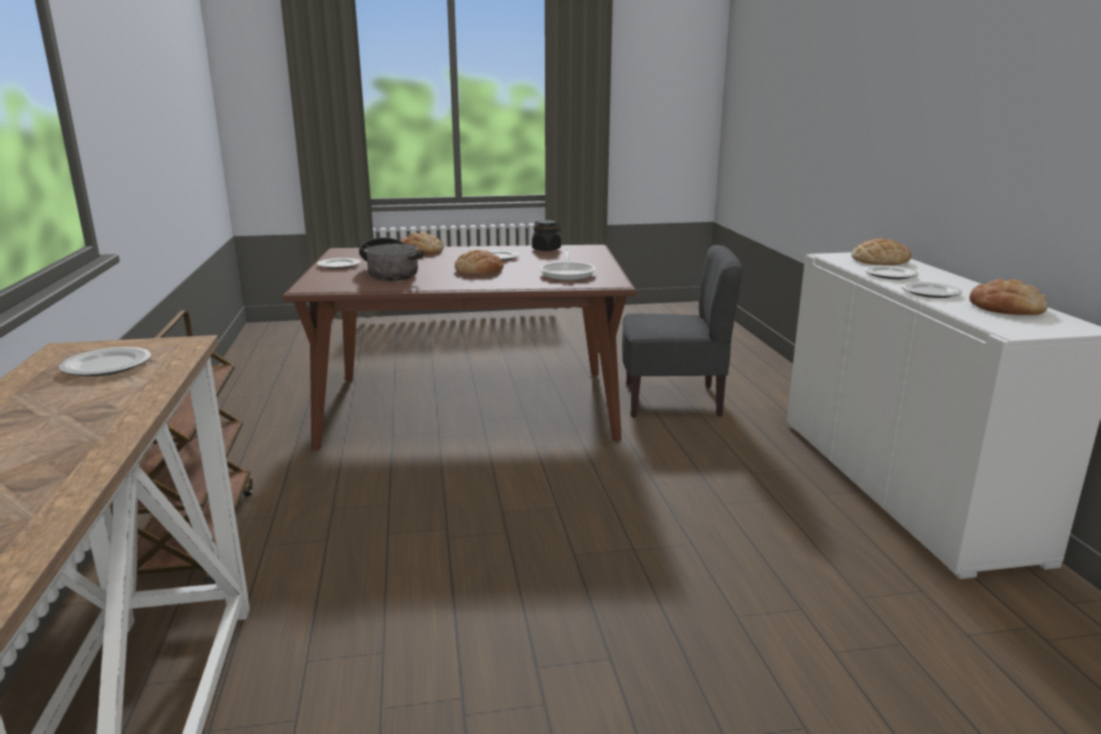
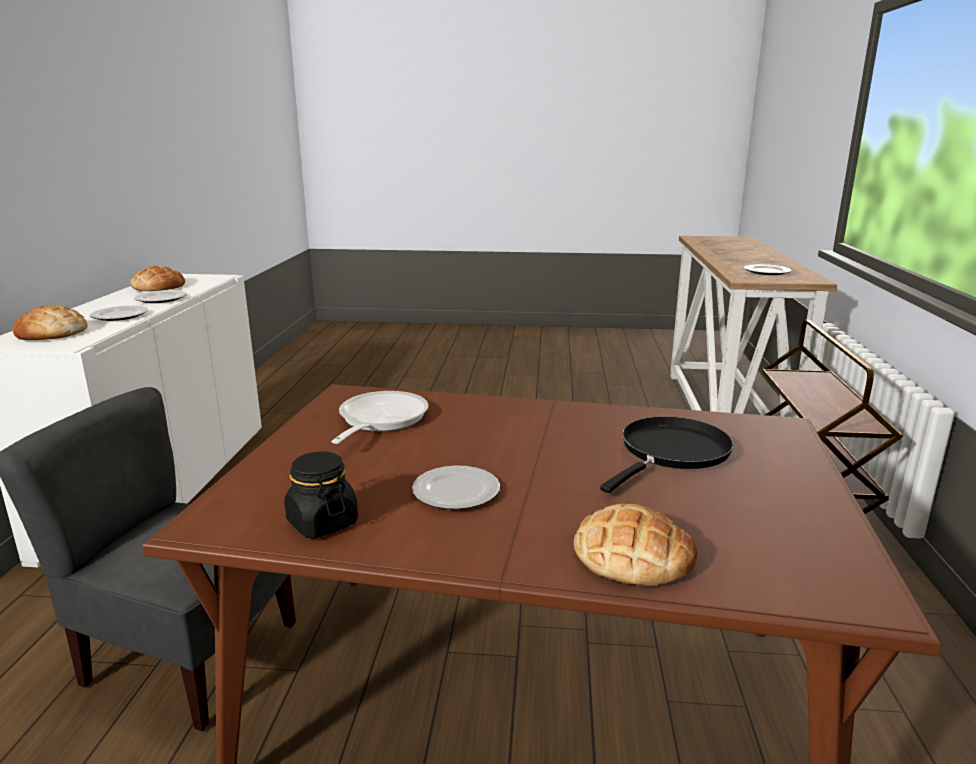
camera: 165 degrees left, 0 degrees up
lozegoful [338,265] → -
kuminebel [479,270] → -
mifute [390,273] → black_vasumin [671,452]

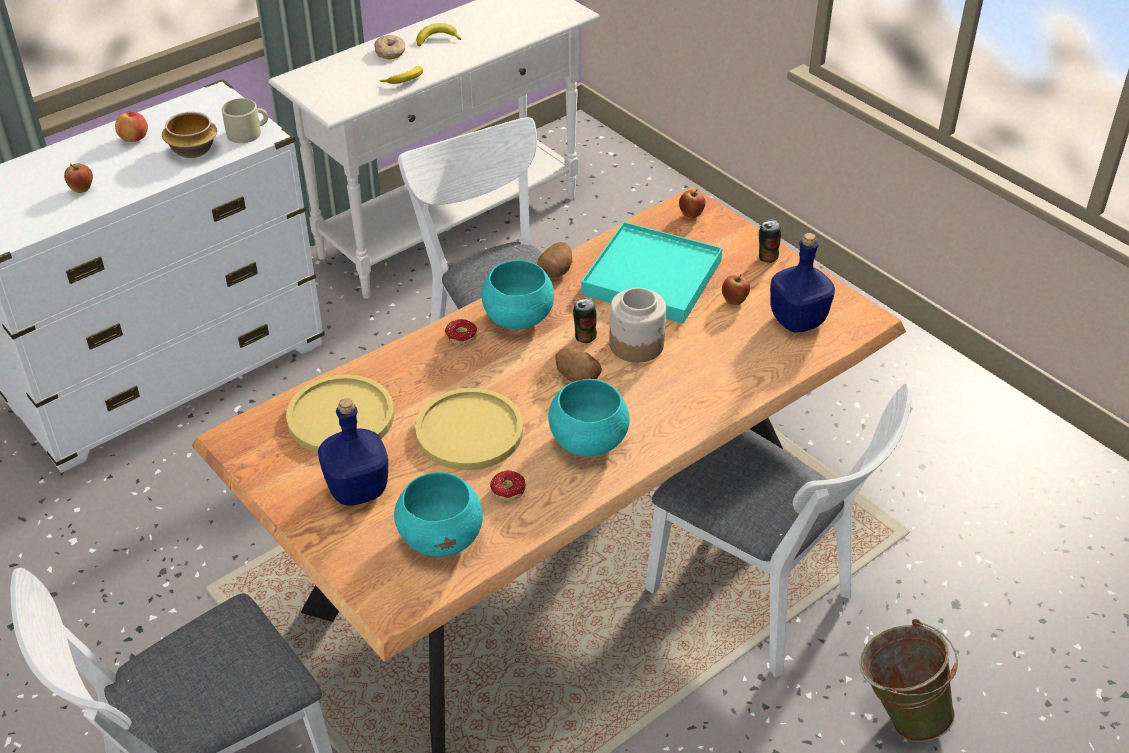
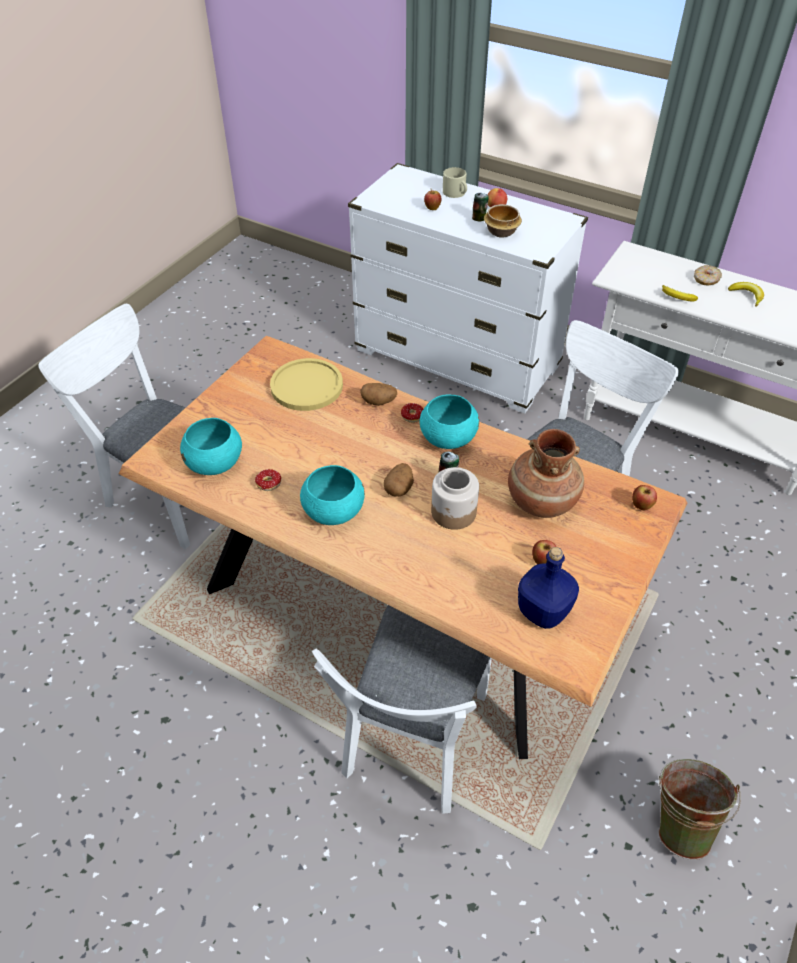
camera: 70 degrees right, 5 degrees up
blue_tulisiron [358,490] → -
yellow_lozegoful [469,431] → -
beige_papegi [248,133] → beige_papegi [456,193], shifted
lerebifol [555,271] → lerebifol [379,402], shifted
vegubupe [767,256] → vegubupe [479,218], shifted
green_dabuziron [898,714] → green_dabuziron [681,823], shifted
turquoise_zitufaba [651,277] → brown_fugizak [541,501]

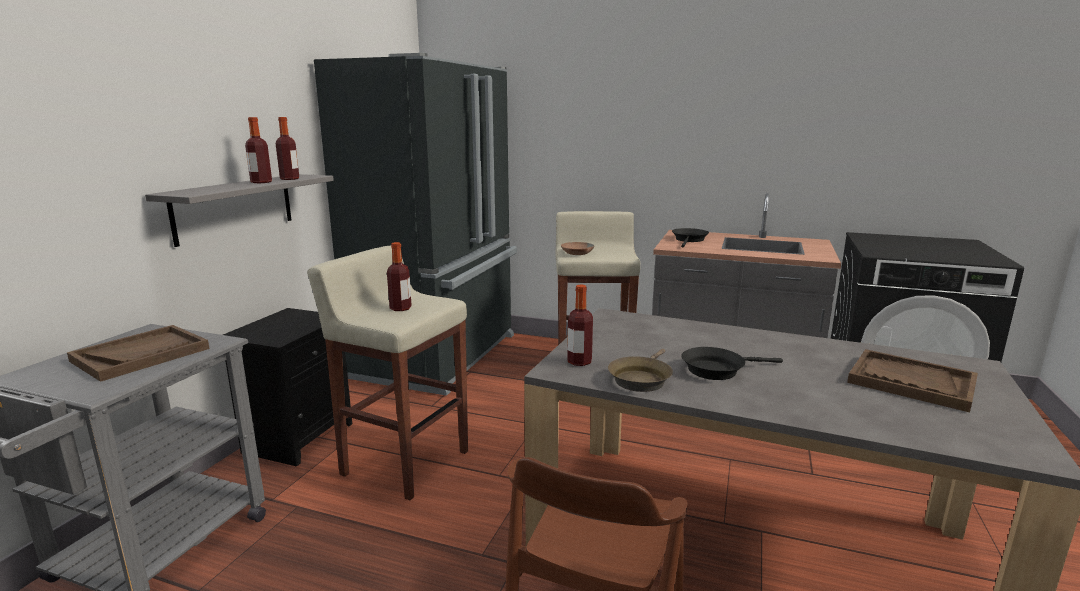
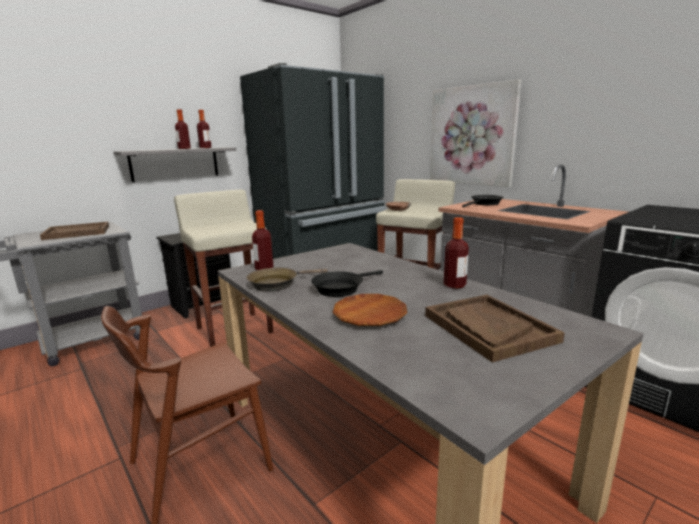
camera: 30 degrees right, 0 degrees up
- → brown_lozegoful [369,315]
- → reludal [472,136]
tulisiron [400,308] → tulisiron [454,285], shifted
black_vasumin [717,369] → black_vasumin [341,288], 60 degrees counterclockwise

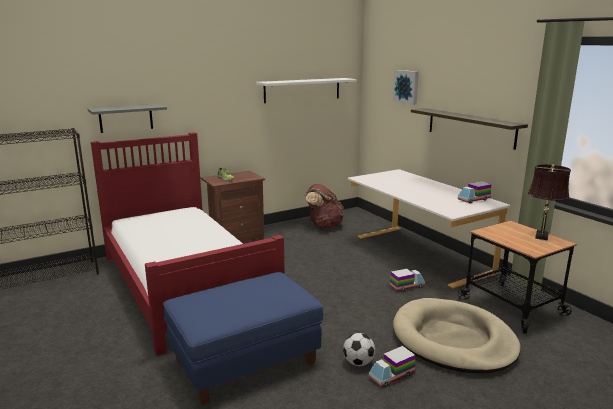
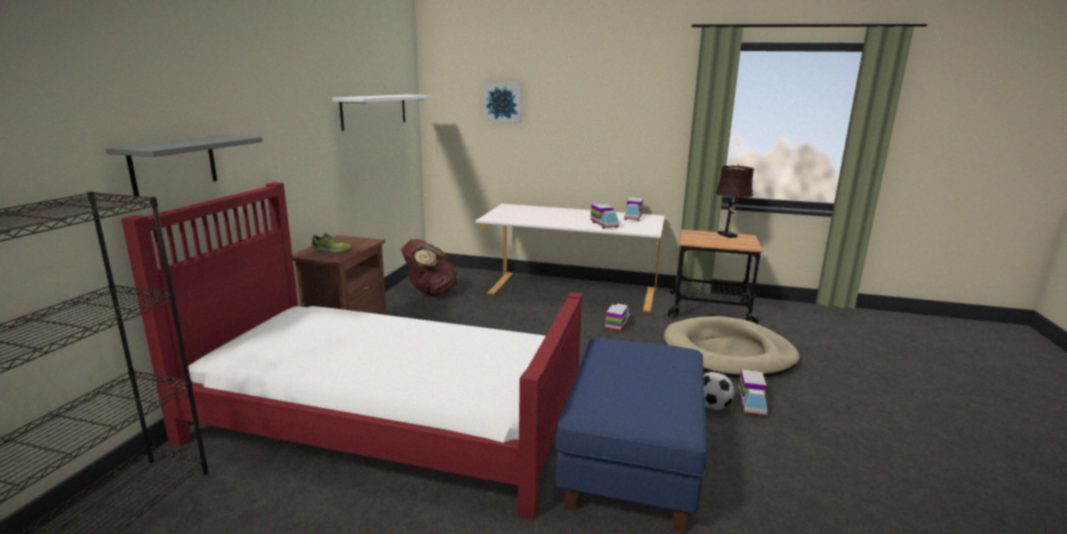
camera: 45 degrees left, 0 degrees up
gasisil [470,127] → -
- → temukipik [604,224]

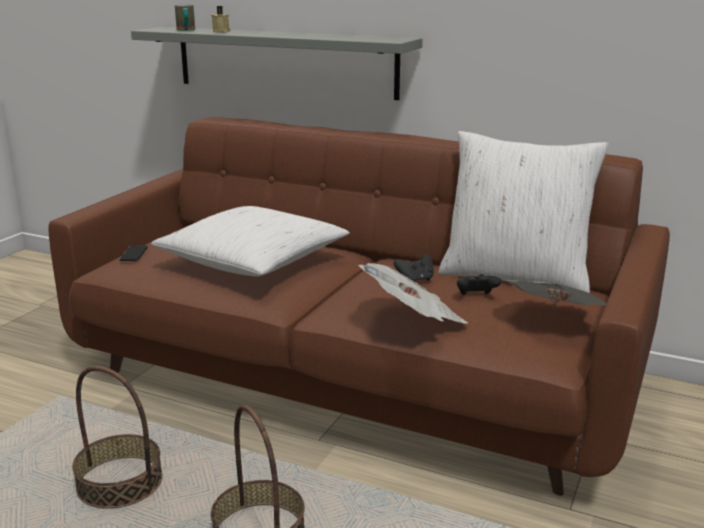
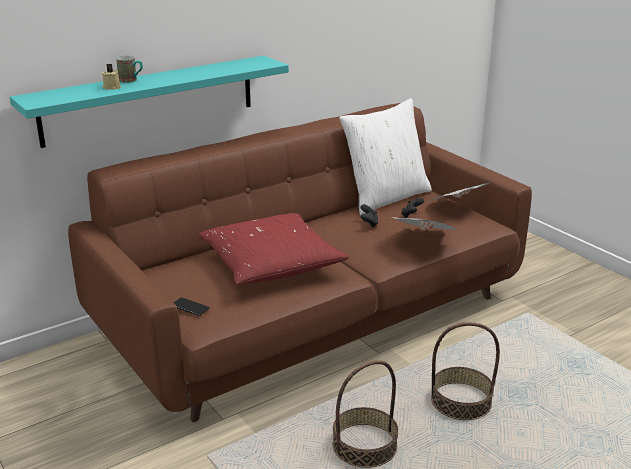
camera: 60 degrees left, 5 degrees up
papegi [186,30] → papegi [131,81], shifted
grey_gasisil [284,61] → turquoise_gasisil [150,100]
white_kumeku [254,261] → red_kumeku [271,263]

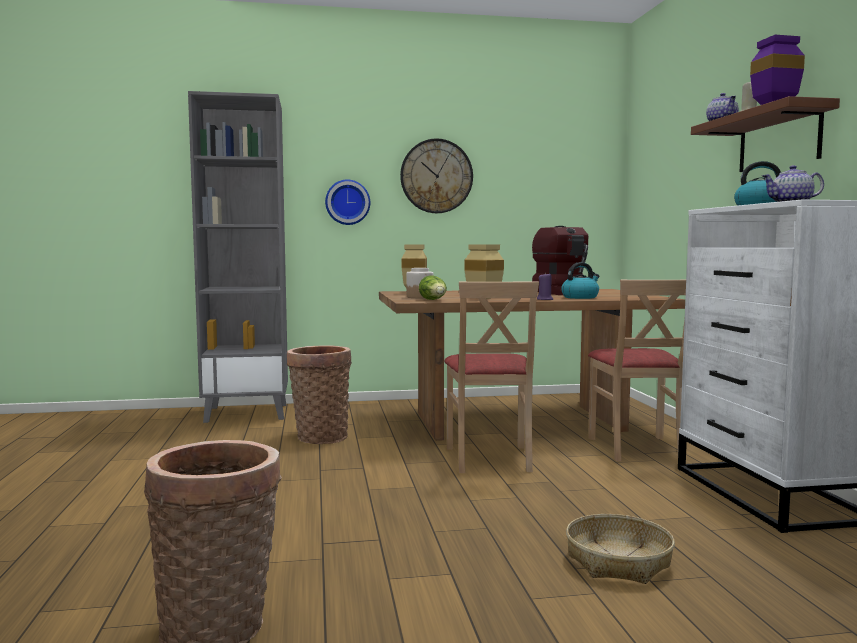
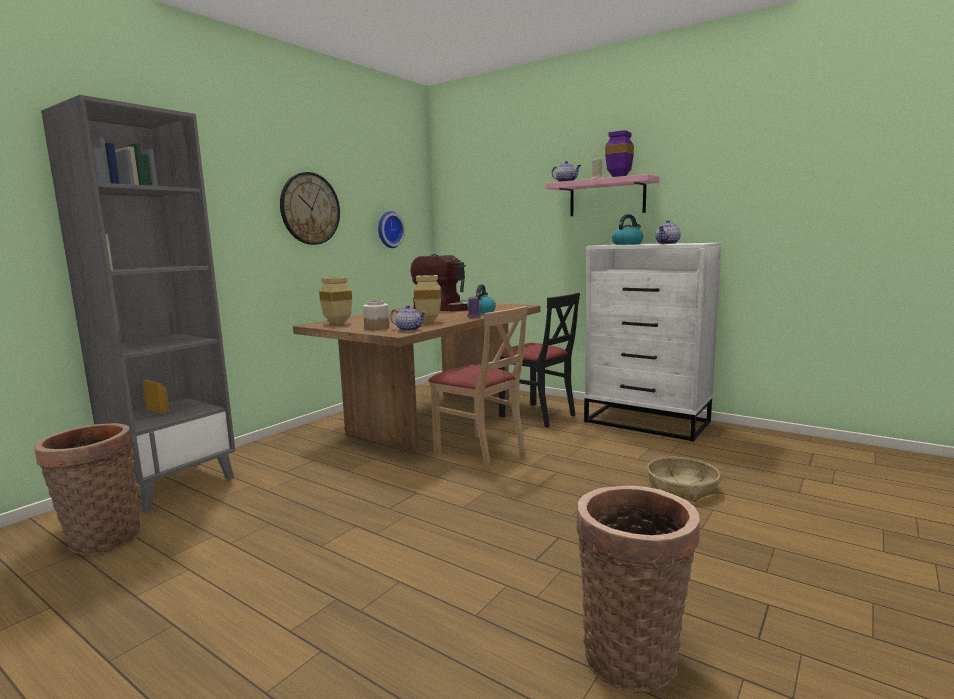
camera: 45 degrees left, 5 degrees up
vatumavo [320,436] → vatumavo [101,538], shifted
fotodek [347,202] → fotodek [389,229], shifted
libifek [434,300] → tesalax [409,329]
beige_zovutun [636,448] → black_zovutun [537,415]
brown_gasisil [779,140] → pink_gasisil [607,197]

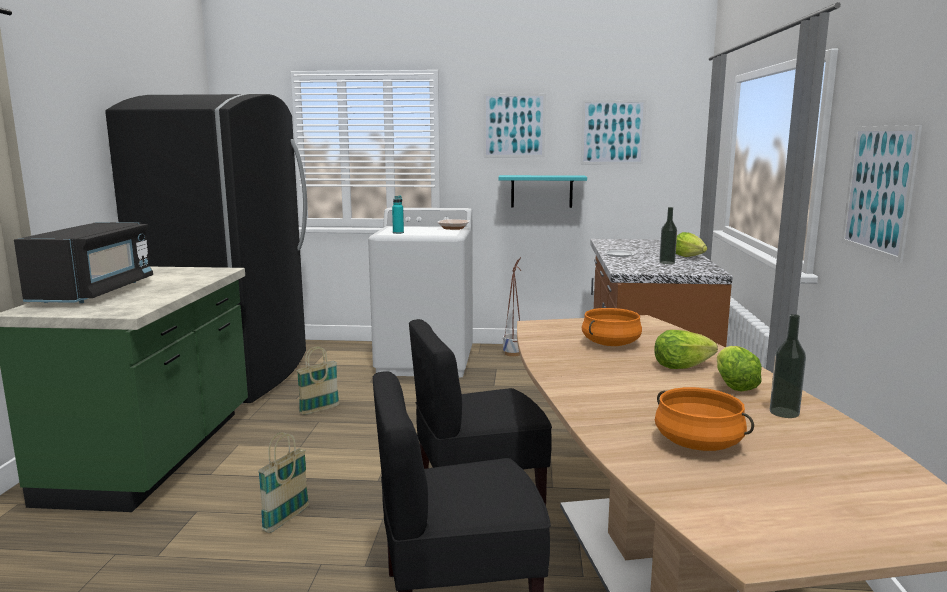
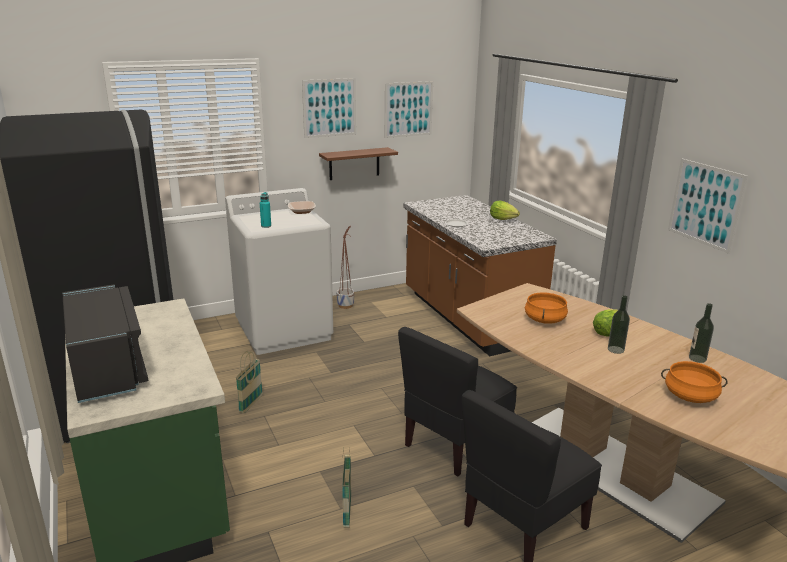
camera: 30 degrees left, 10 degrees up
libifek [734,386] → -
tulisiron [667,262] → tulisiron [615,349], shifted
turquoise_gasisil [541,191] → brown_gasisil [354,163]

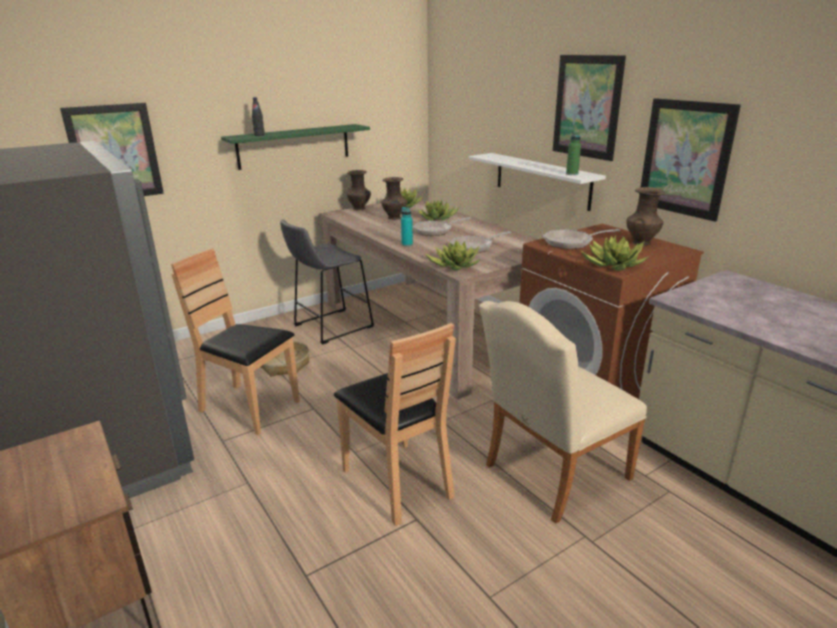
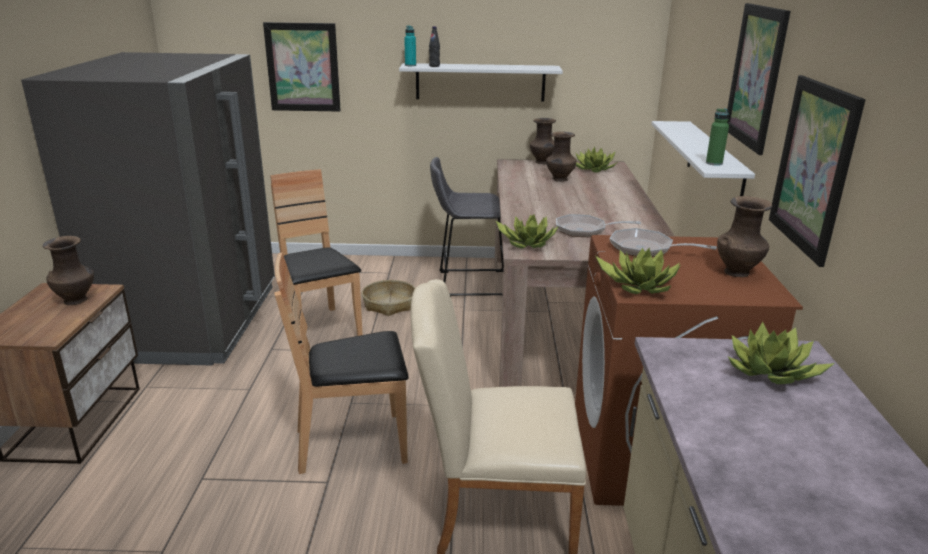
camera: 35 degrees right, 0 degrees up
vasumin [435,231] → -
- → brown_fugizak [77,300]
turquoise_tulisiron [407,244] → turquoise_tulisiron [410,65], shifted
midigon [437,218] → midigon [772,372], shifted
green_gasisil [294,146] → white_gasisil [480,82]
brown_zovutun [398,481] → brown_zovutun [352,444], 75 degrees clockwise

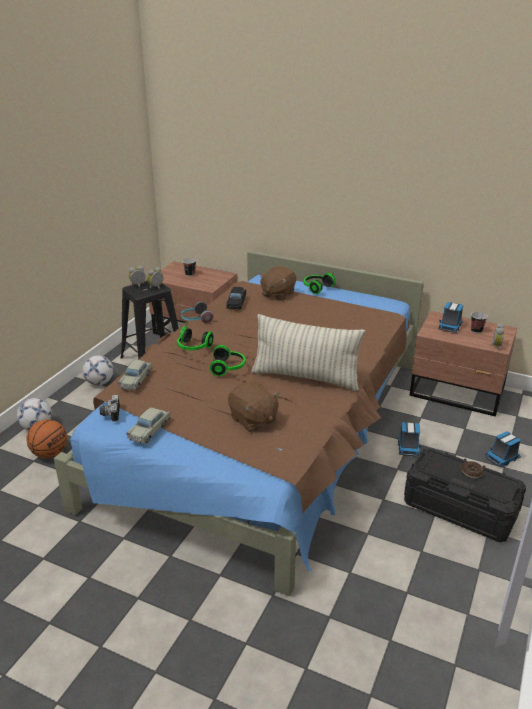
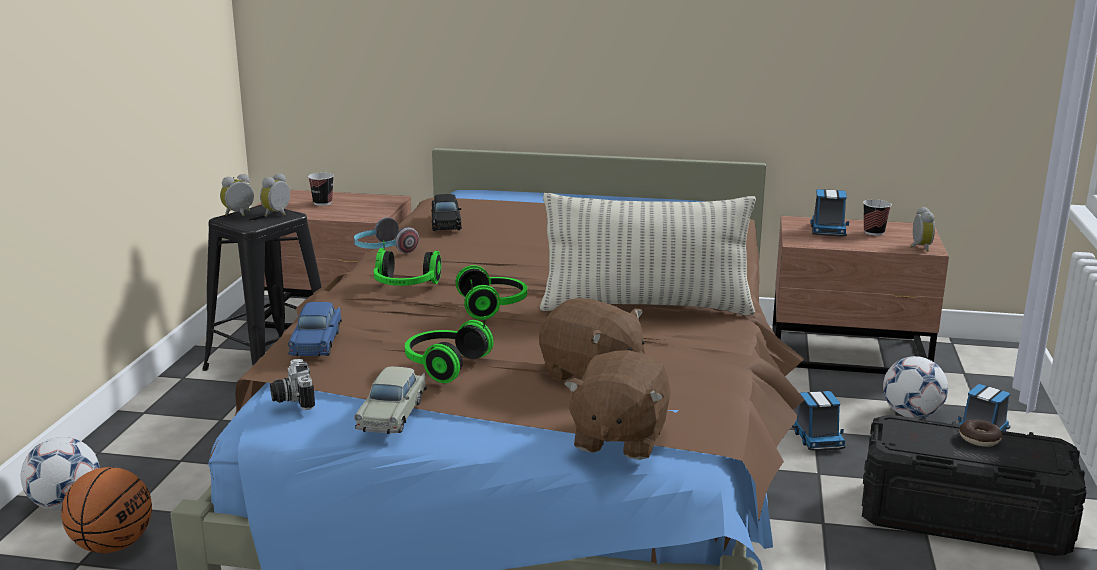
camera: 15 degrees left, 10 degrees down
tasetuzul [99,382] → tasetuzul [911,415], shifted
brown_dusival [277,294] → brown_dusival [618,438], shifted
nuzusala [316,288] → nuzusala [443,365], shifted
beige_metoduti [136,380] → blue_metoduti [317,342]

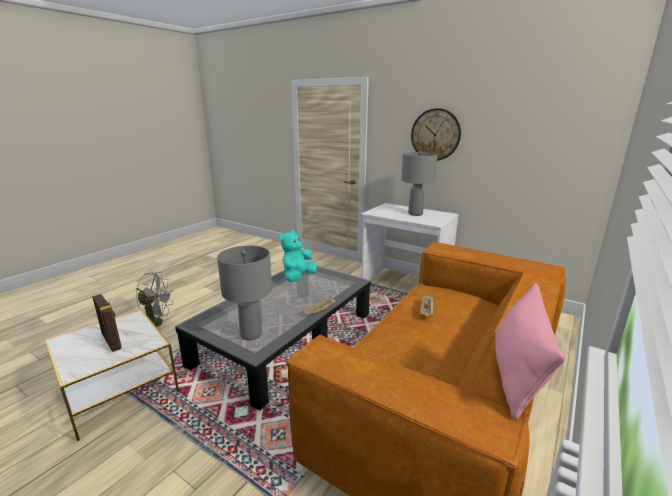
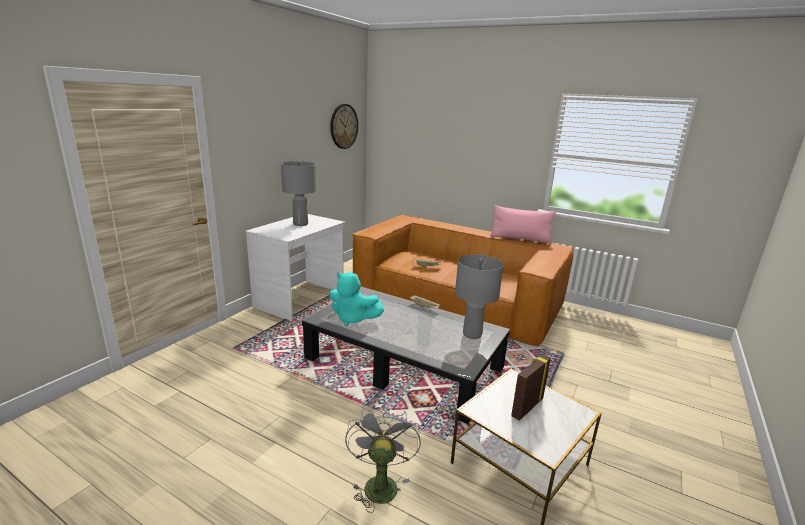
camera: 95 degrees left, 0 degrees up
fotodek [435,135] → fotodek [343,126], shifted

